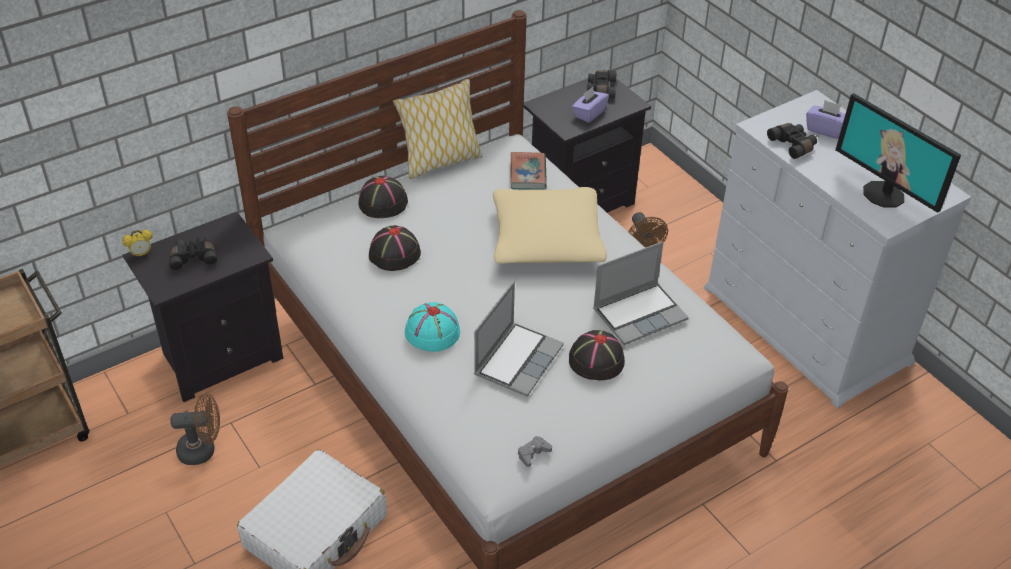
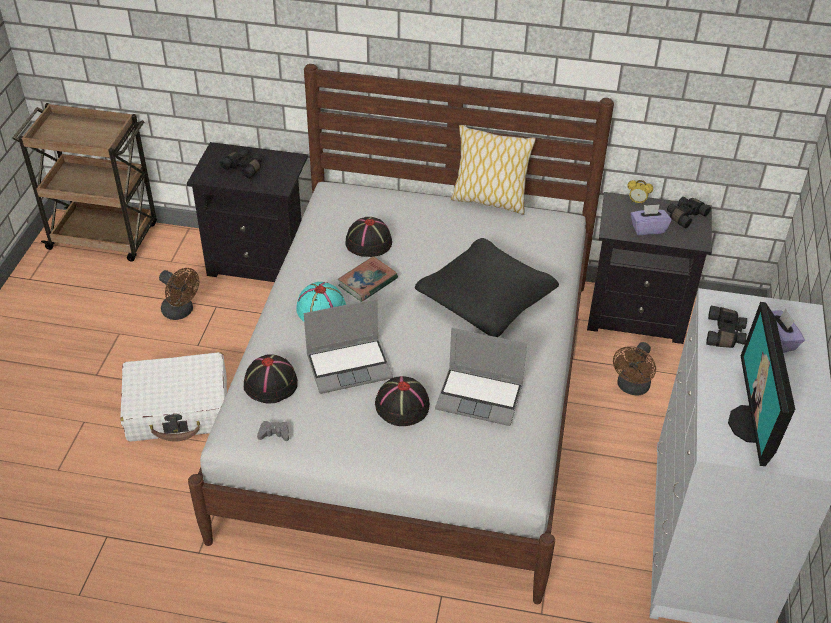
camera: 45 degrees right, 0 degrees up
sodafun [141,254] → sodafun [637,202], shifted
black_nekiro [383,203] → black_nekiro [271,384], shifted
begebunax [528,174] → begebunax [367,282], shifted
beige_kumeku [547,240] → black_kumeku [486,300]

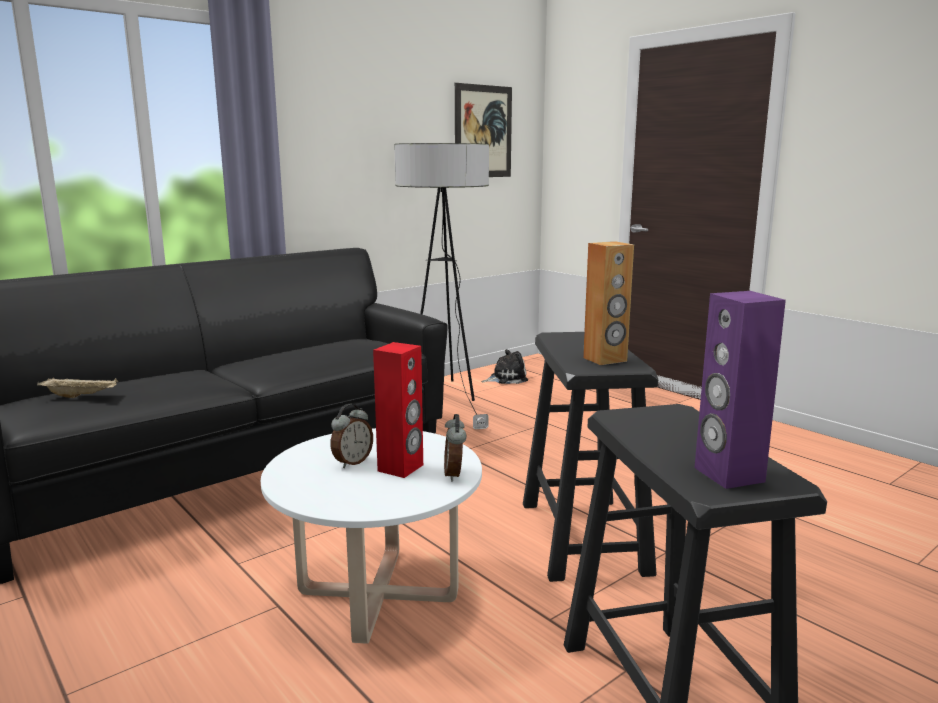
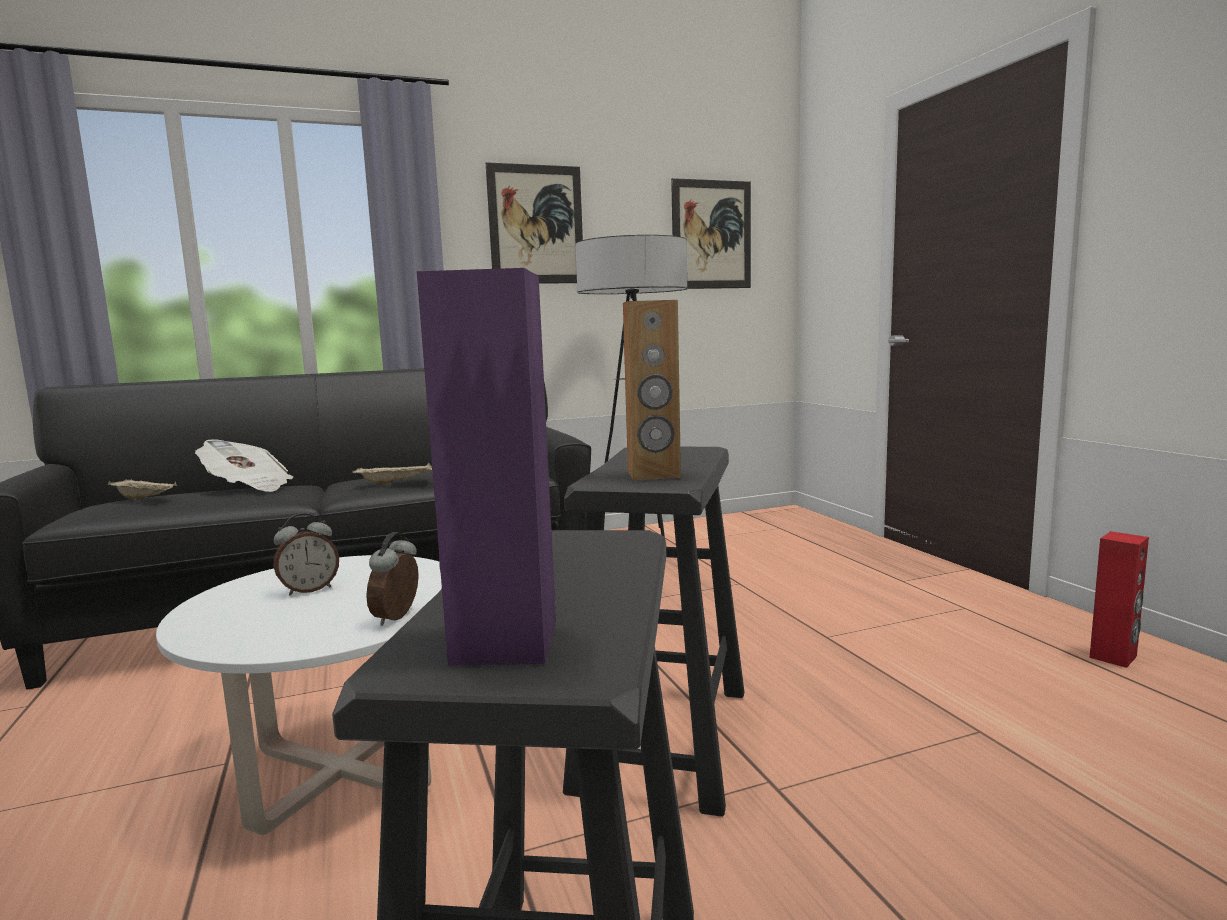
camera: 20 degrees right, 5 degrees down
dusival [506,378] → -
- → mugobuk [248,487]
- → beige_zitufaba [396,483]
- → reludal [536,225]
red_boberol [401,468] → red_boberol [1113,657], shifted

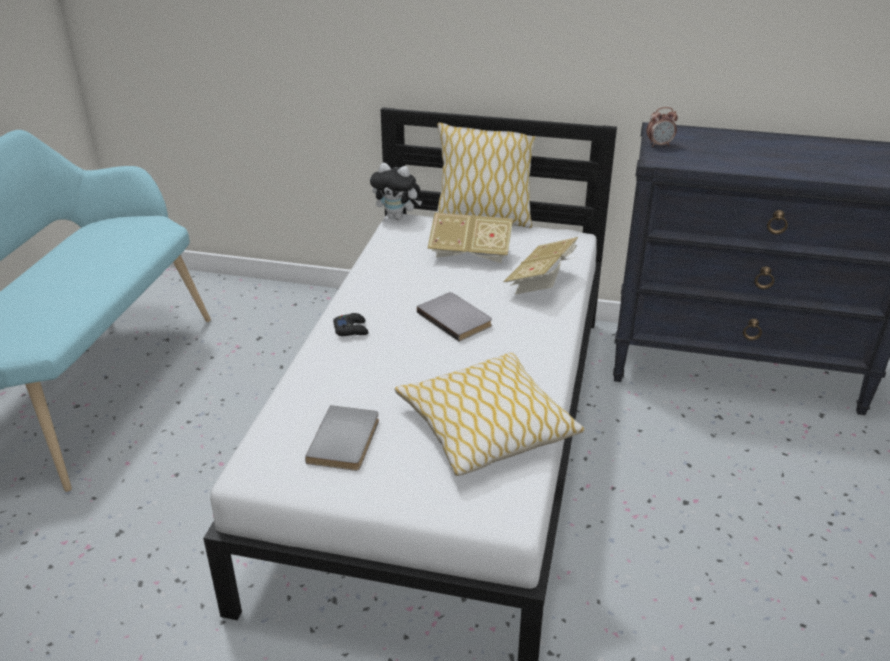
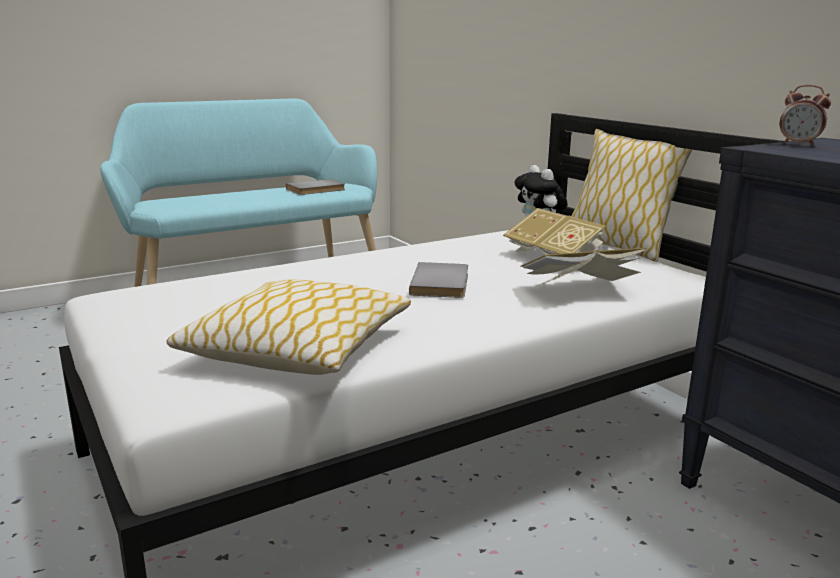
camera: 45 degrees right, 15 degrees down
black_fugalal [351,329] → -
grey_begebunax [346,441] → grey_begebunax [316,190], shifted

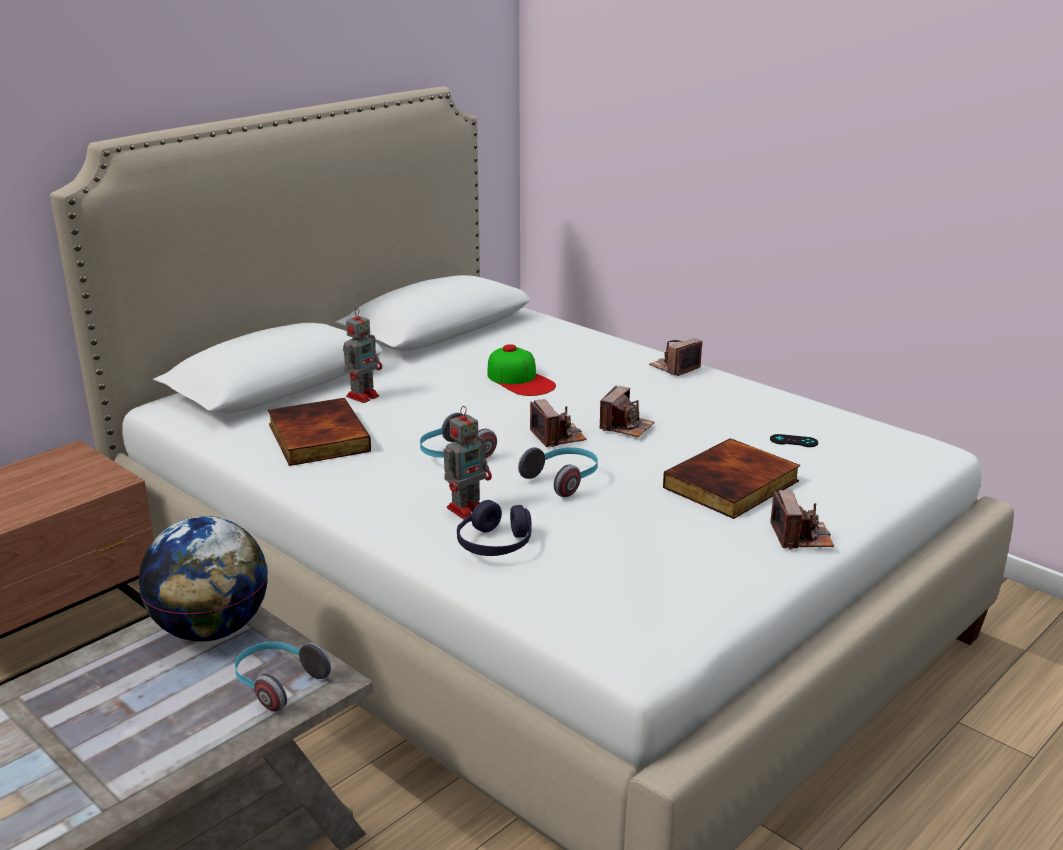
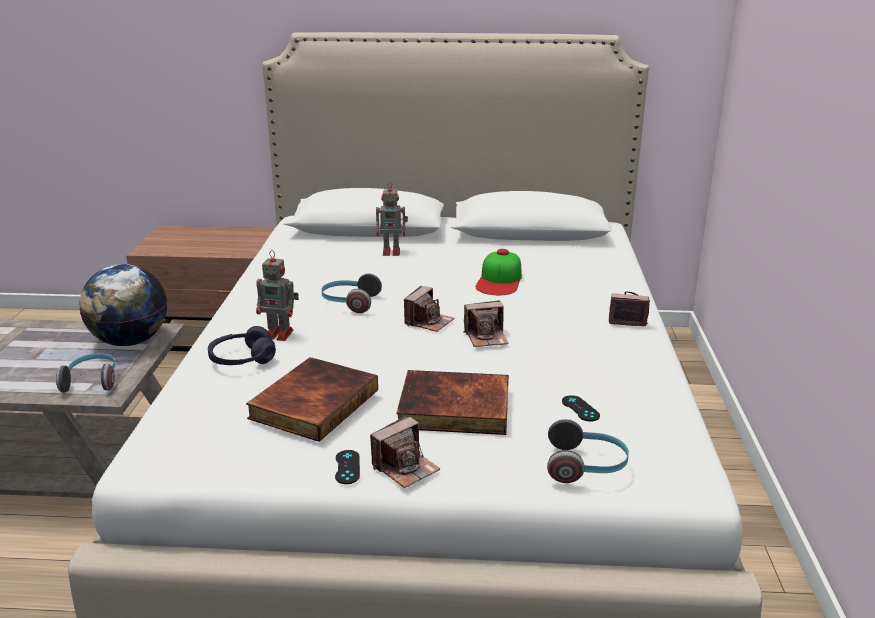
camera: 50 degrees right, 0 degrees up
- → black_fugalal [347,467]
begebunax [316,437] → begebunax [313,403], shifted
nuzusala [563,480] → nuzusala [586,466], shifted

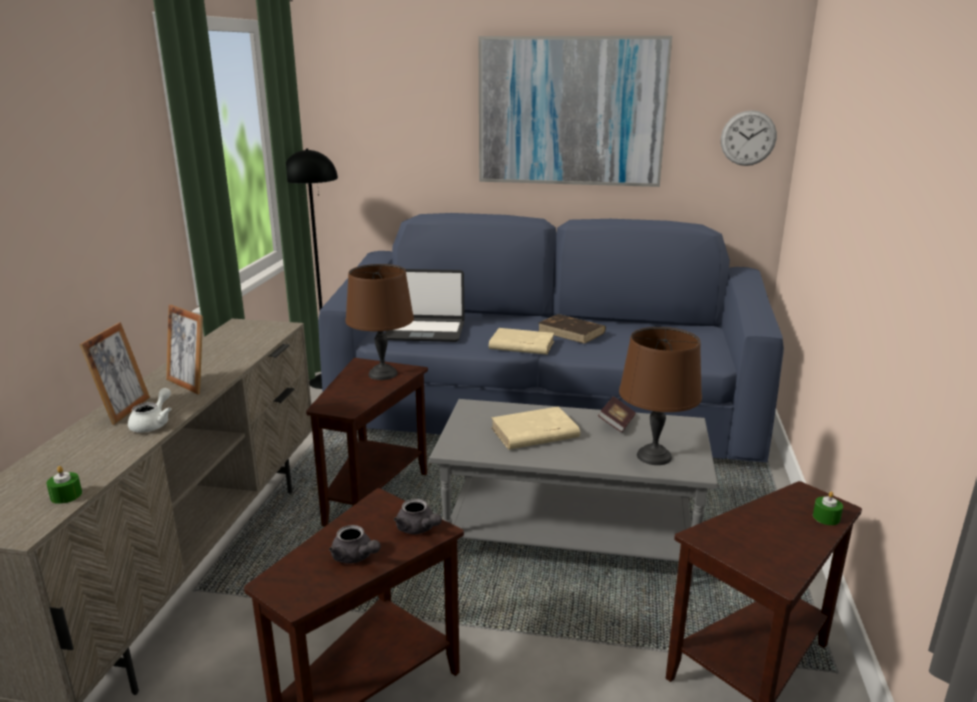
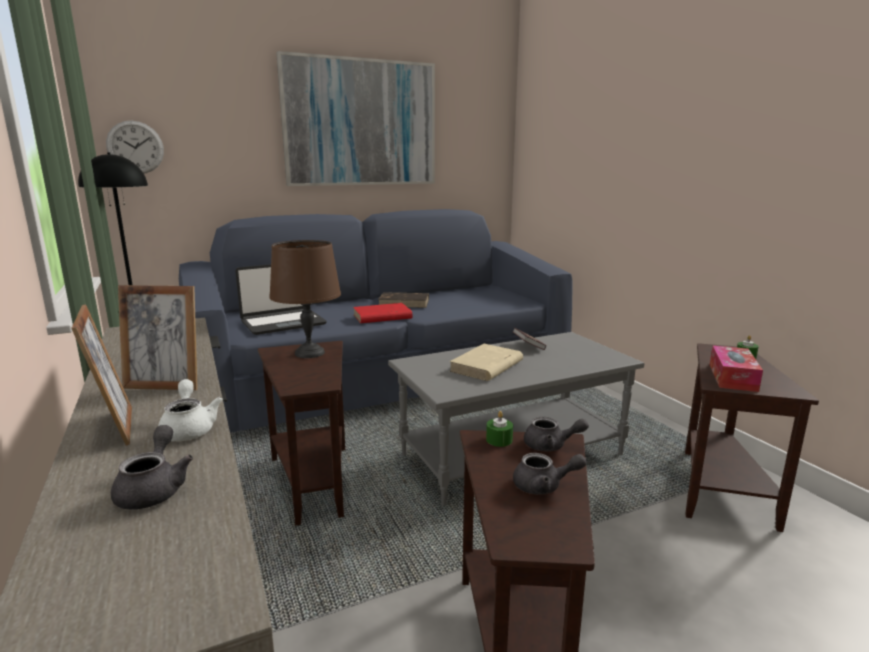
camera: 35 degrees left, 5 degrees down
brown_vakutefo [653,456] → -
- → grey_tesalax [154,489]
- → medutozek [732,377]
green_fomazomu [66,495] → green_fomazomu [499,440], shifted
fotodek [748,138] → fotodek [135,147], shifted
beige_begebunax [521,345] → red_begebunax [381,317]

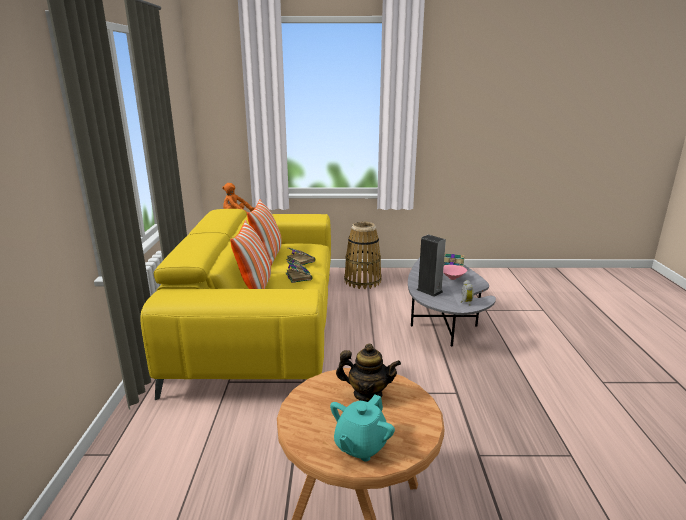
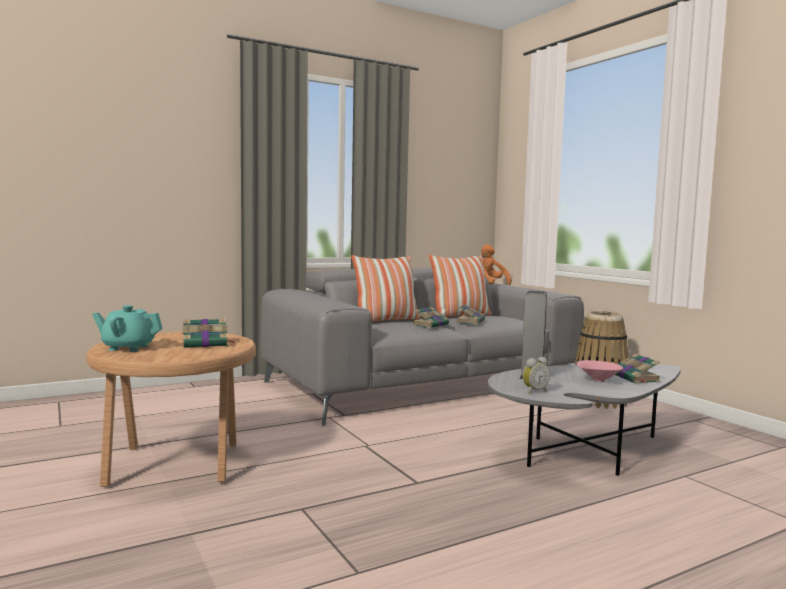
camera: 60 degrees right, 15 degrees down
tesalax [367,394] → begebunax [206,344]
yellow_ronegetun [262,322] → grey_ronegetun [423,383]

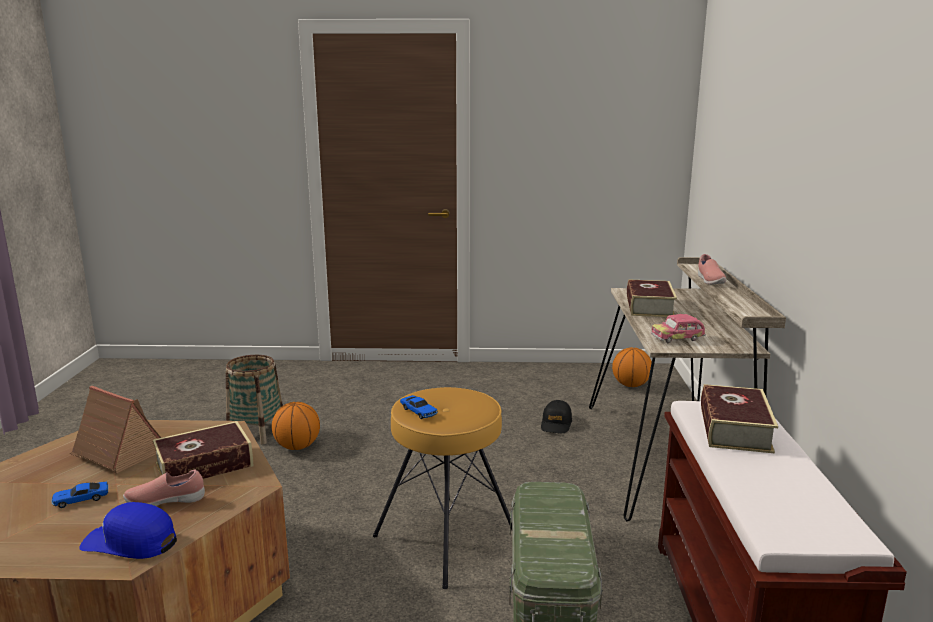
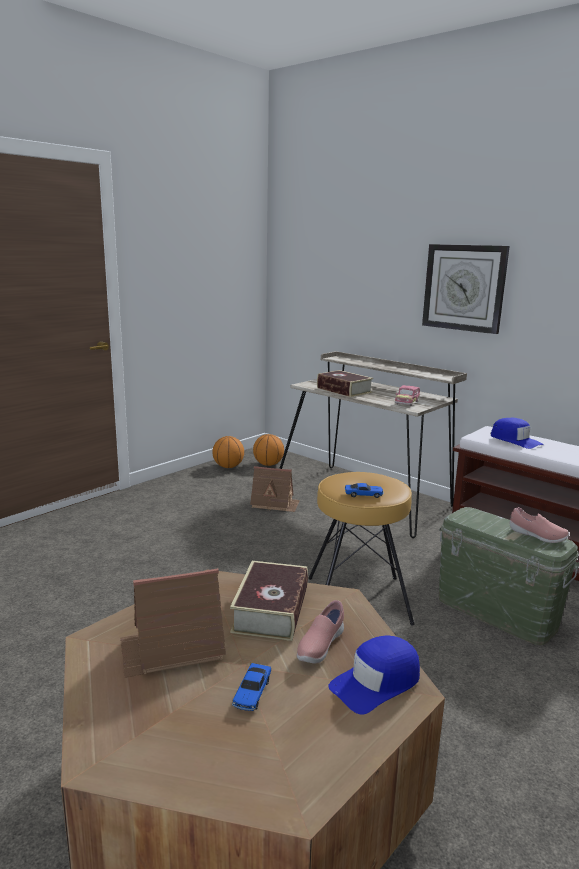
camera: 50 degrees left, 0 degrees up
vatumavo [256,432] → -
- → fotodek [464,288]
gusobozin [297,447] → gusobozin [228,467], shifted
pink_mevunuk [709,281] → pink_mevunuk [537,536], shifted
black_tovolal [556,424] → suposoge [275,504]
begebunax [734,429] → blue_tovolal [515,440]

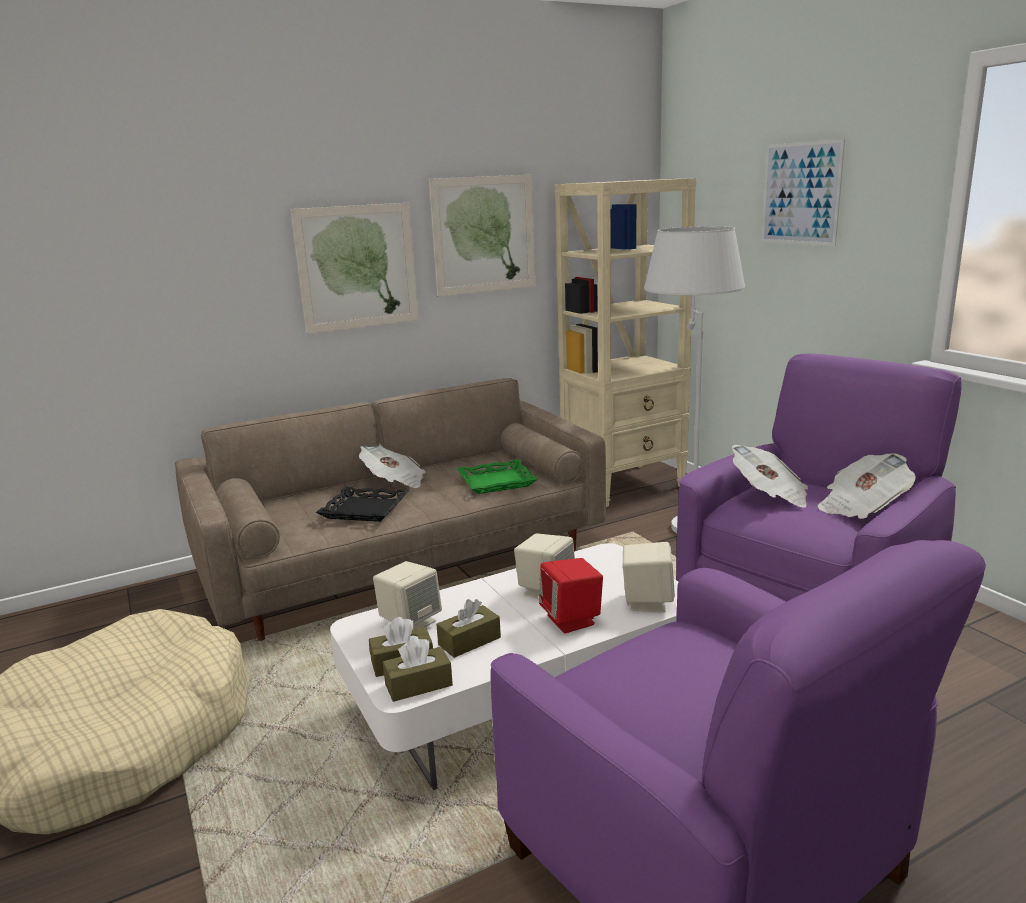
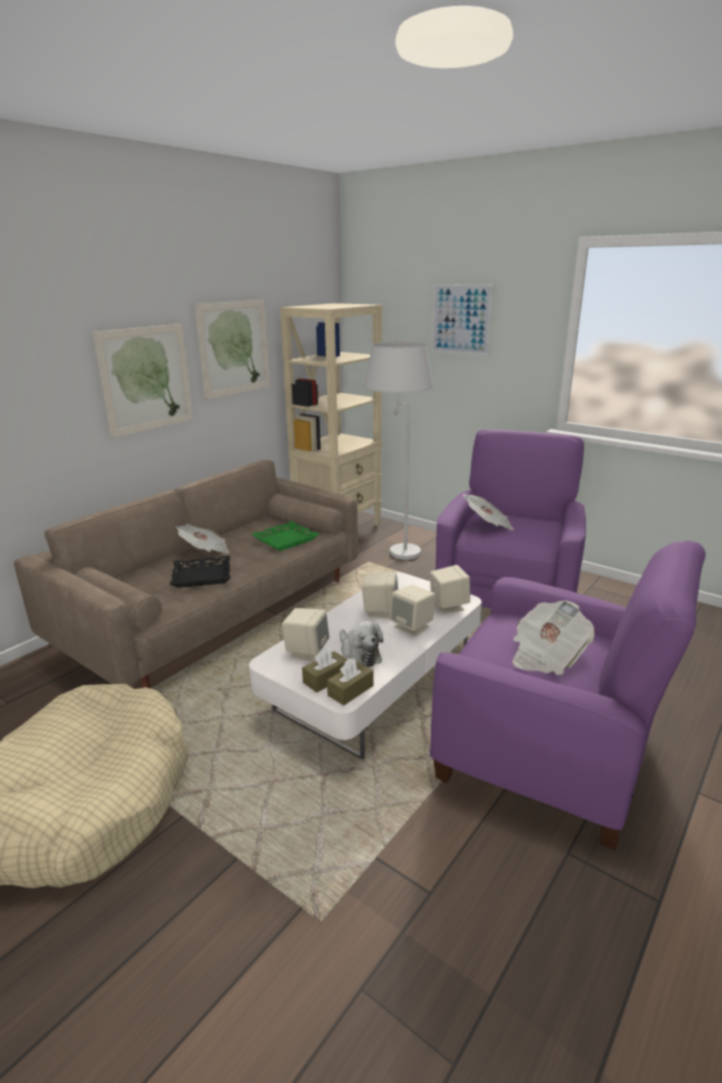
camera: 25 degrees left, 5 degrees up
mugobuk [861,507] → mugobuk [546,655], shifted
brown_medutozek [469,641] → dusival [359,655]
red_boberol [571,620] → beige_boberol [412,627]

